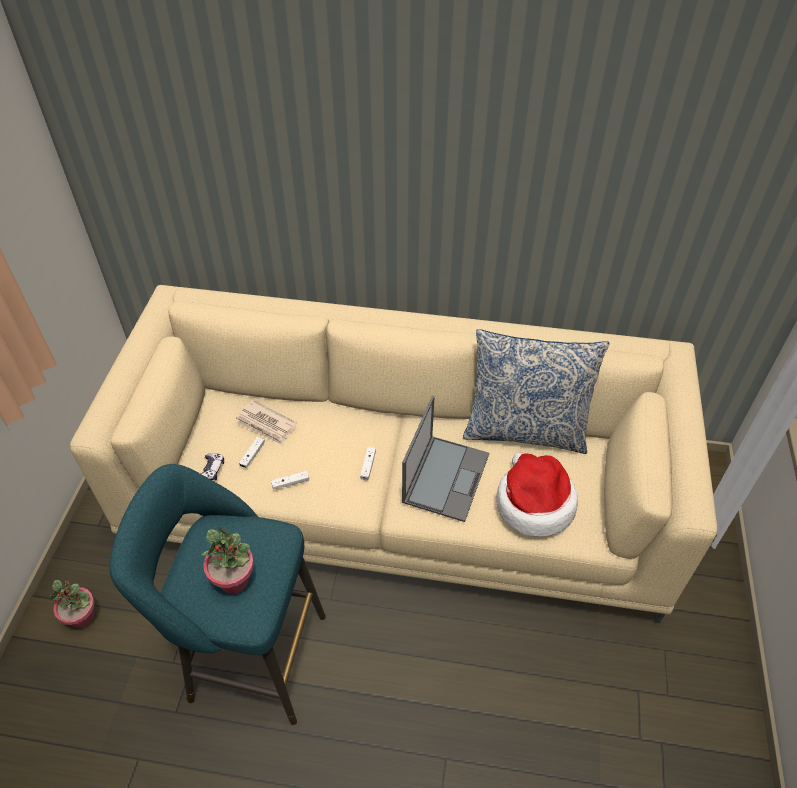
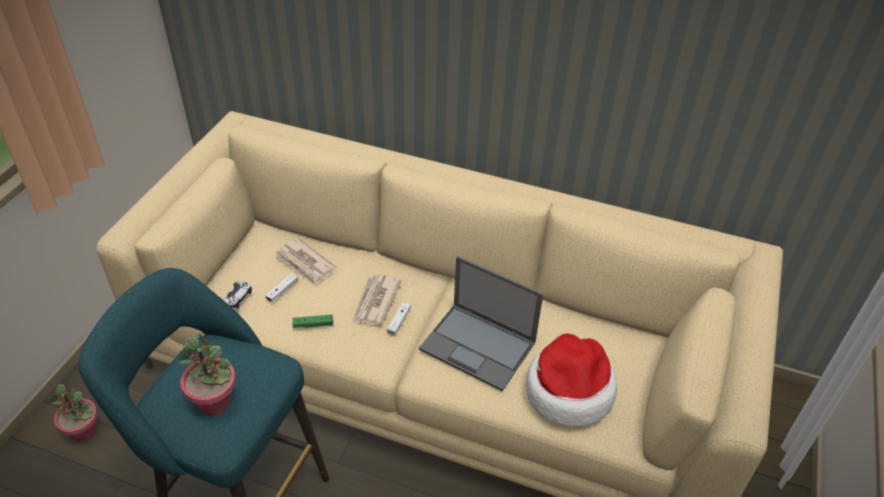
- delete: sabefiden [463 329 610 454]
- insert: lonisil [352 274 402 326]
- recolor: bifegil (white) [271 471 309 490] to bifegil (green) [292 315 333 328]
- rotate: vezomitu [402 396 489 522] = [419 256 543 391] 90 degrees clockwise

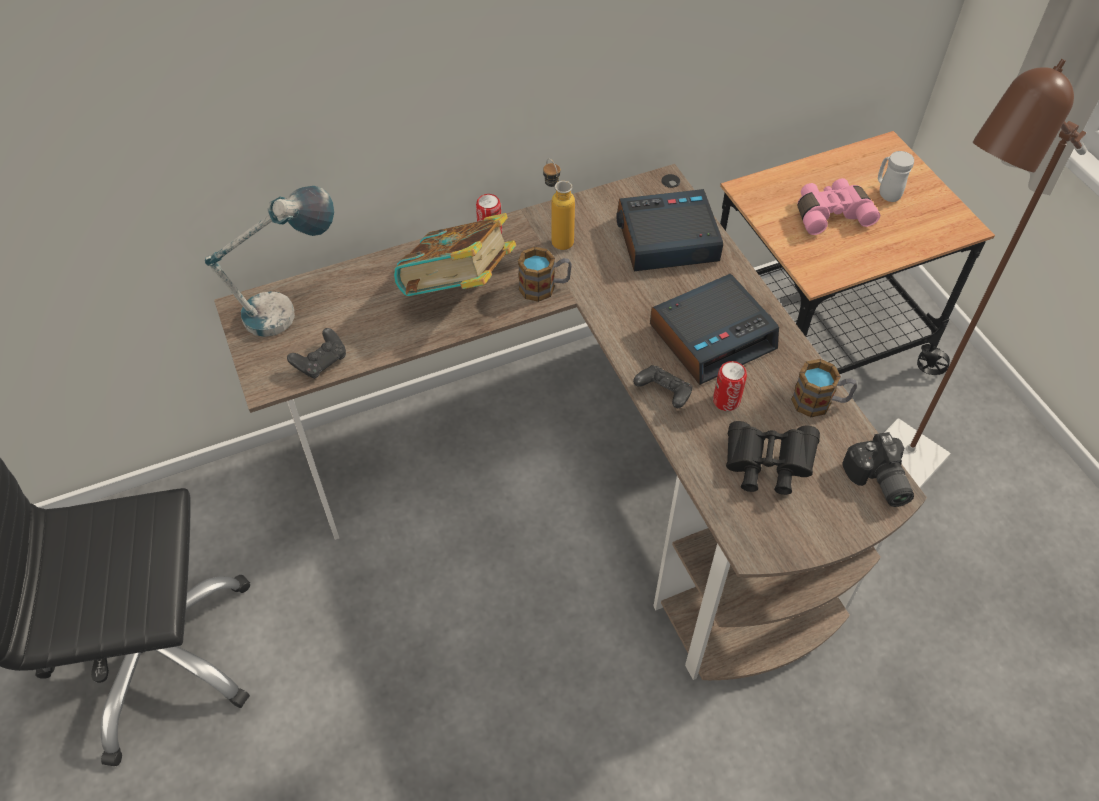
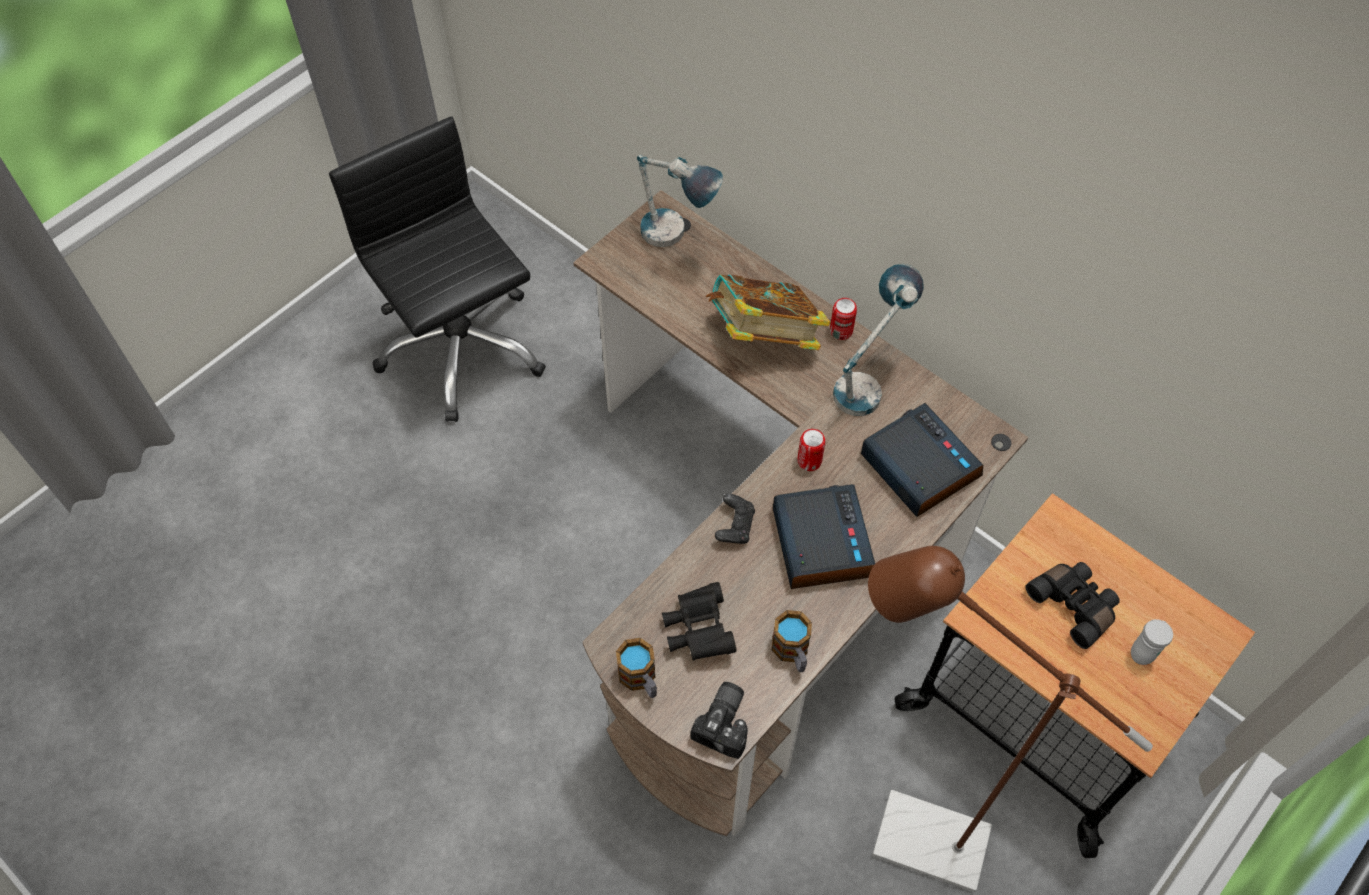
- delete: bifegil (black) [287 328 346 379]
- move: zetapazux [518 247 572 302] to [616 638 657 698]
- move: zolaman [713 361 747 411] to [797 429 826 471]
- replace: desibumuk [543 159 575 250] to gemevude [833 264 924 416]
- recolor: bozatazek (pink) [798 178 880 235] to bozatazek (black) [1025 562 1120 649]
- rotate: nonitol [650 274 779 385] = [773 484 875 589] 135 degrees counterclockwise
- rotate: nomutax [843 432 914 507] = [690 682 748 759] 150 degrees clockwise

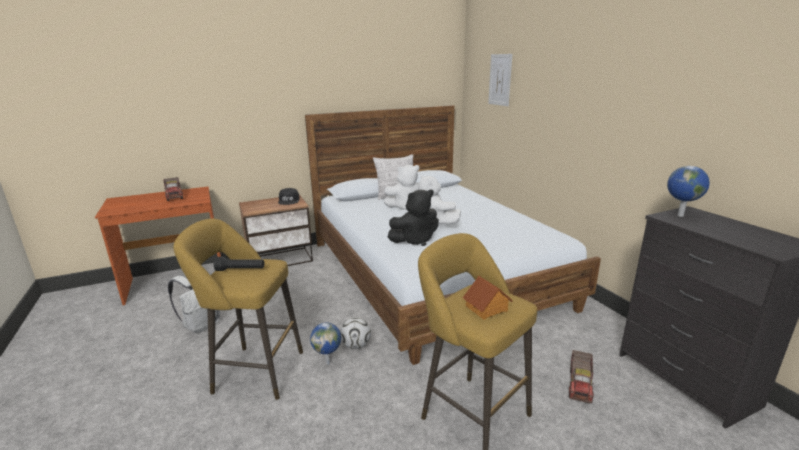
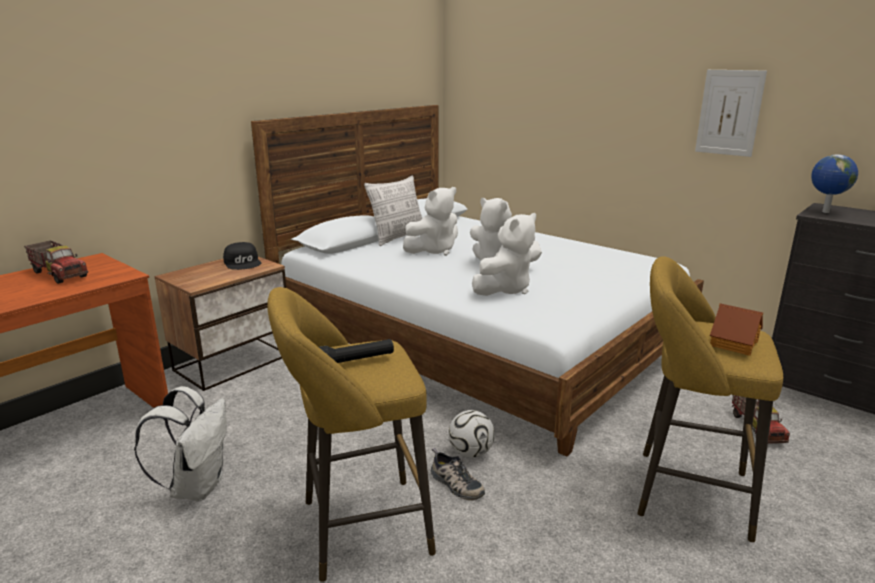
- move: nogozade [488 54 512 106] to [695 70 767 157]
- replace: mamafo [310 323 341 364] to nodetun [431 448 485 500]
- recolor: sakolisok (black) [388 190 439 246] to sakolisok (white) [472 213 536 296]

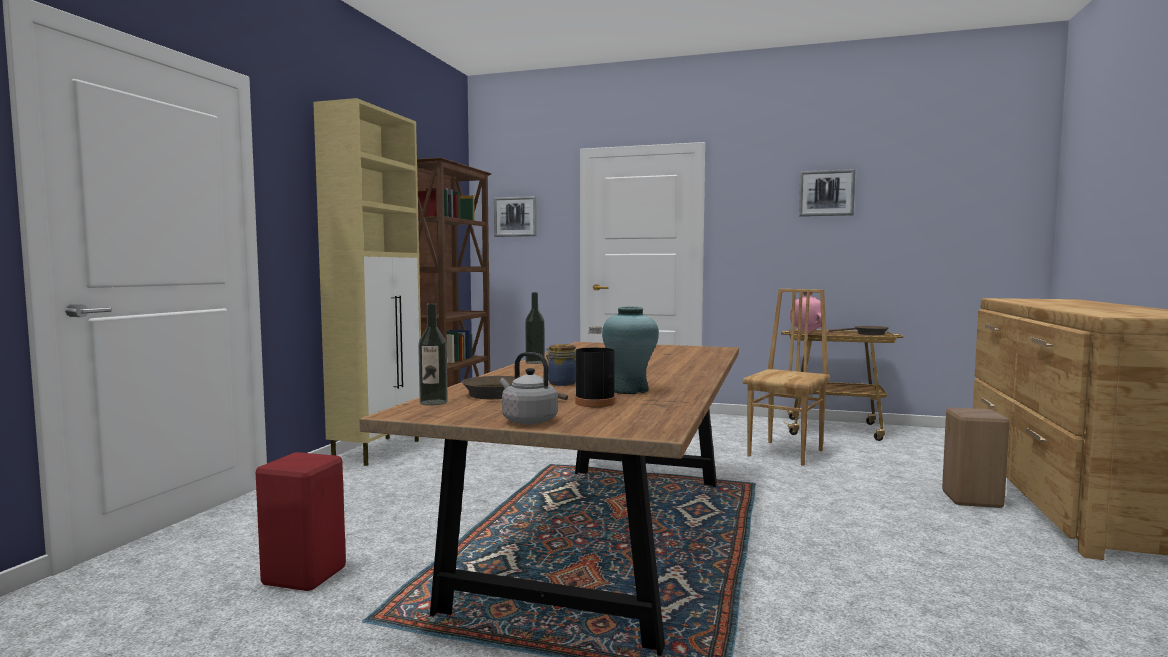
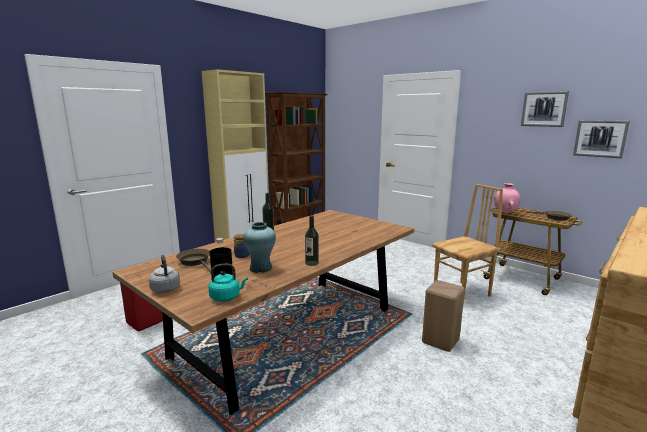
- insert: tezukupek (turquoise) [208 263 248 302]
- move: desibumuk [418 303 448 405] to [305 215 319 266]
- move: nogozade [494 196 537 237] to [573 120 630 158]
- move: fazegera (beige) [942 408 1009 508] to [422 280 465 352]

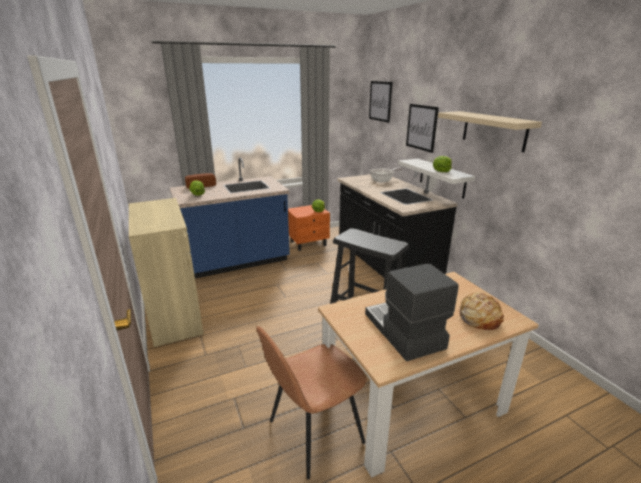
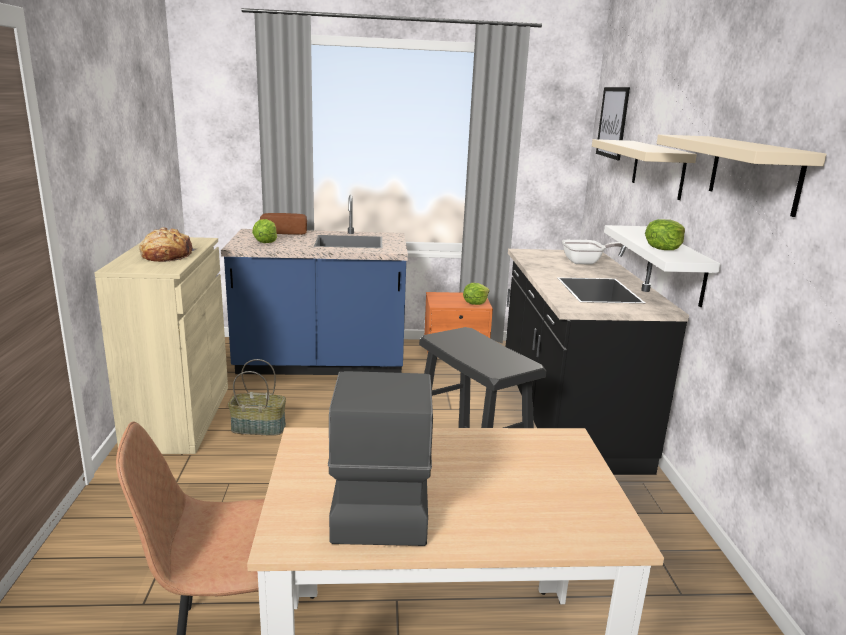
- insert: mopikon [228 359 286 436]
- move: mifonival [459 292 504 330] to [139 227 197 262]
- replace: nogozade [406 104 439 153] to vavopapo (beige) [592 139 697 200]

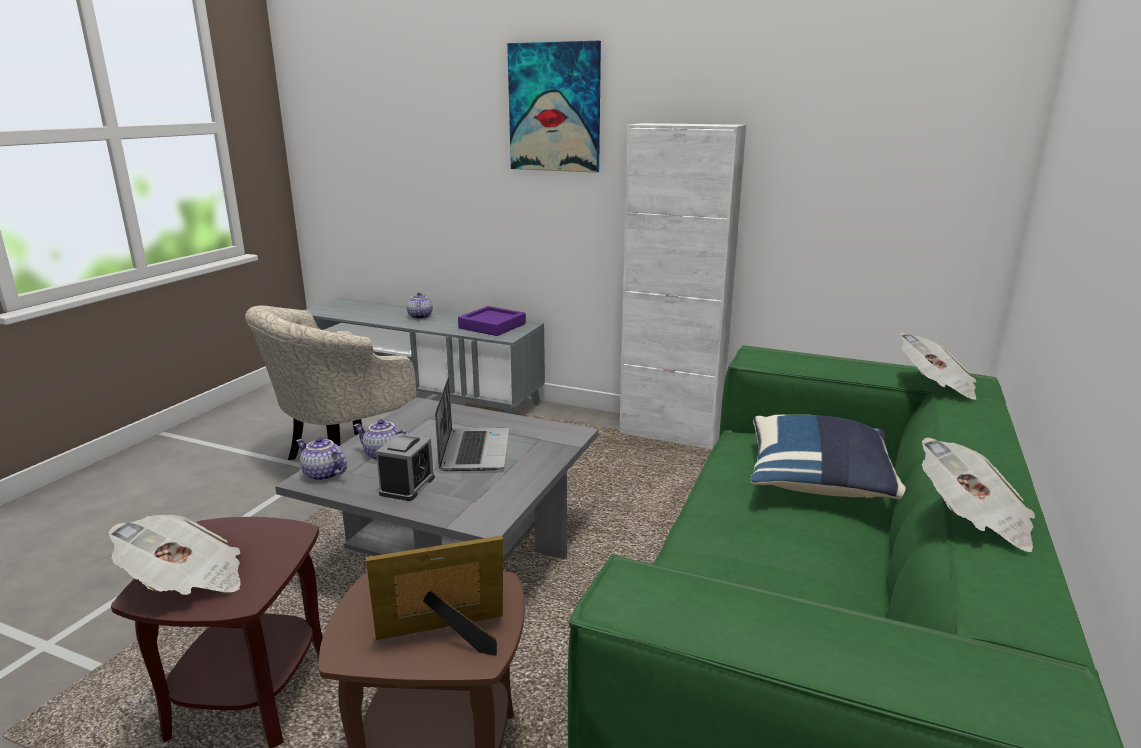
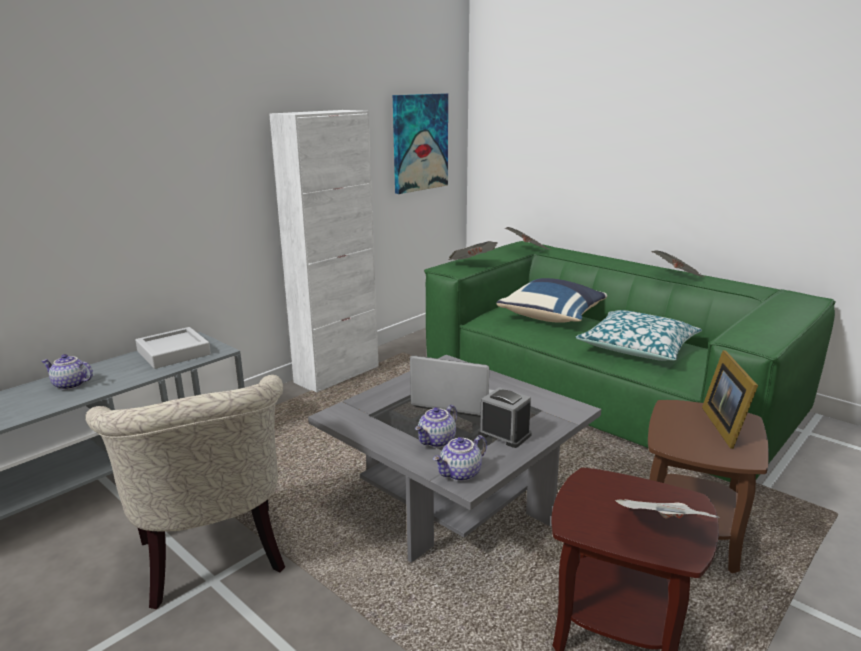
- insert: lonisil [448 241 497 260]
- insert: sabefiden [576 310 702 361]
- move: nogozade [507 41 601 173] to [393 94 448 194]
- recolor: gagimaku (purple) [458 306 526 336] to gagimaku (grey) [135 327 211 369]

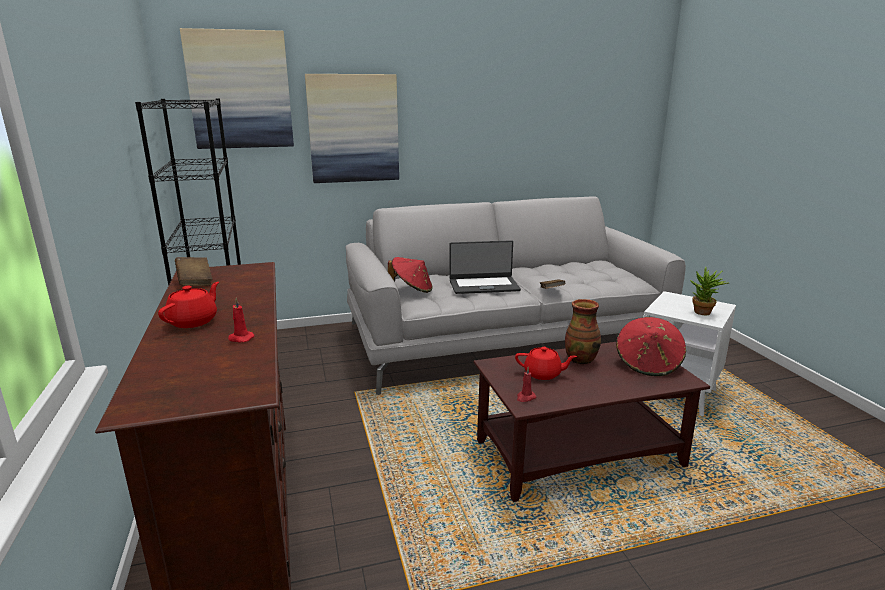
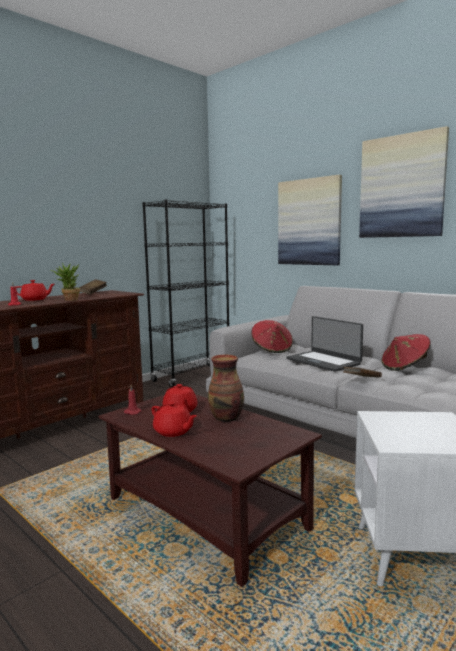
- insert: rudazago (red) [151 402 197 437]
- move: nogozade [180 28 294 149] to [359 126 449 238]
- move: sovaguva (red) [616 317 686 376] to [381 334 431 371]
- move: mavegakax [690 267 728 315] to [51 263 80 301]

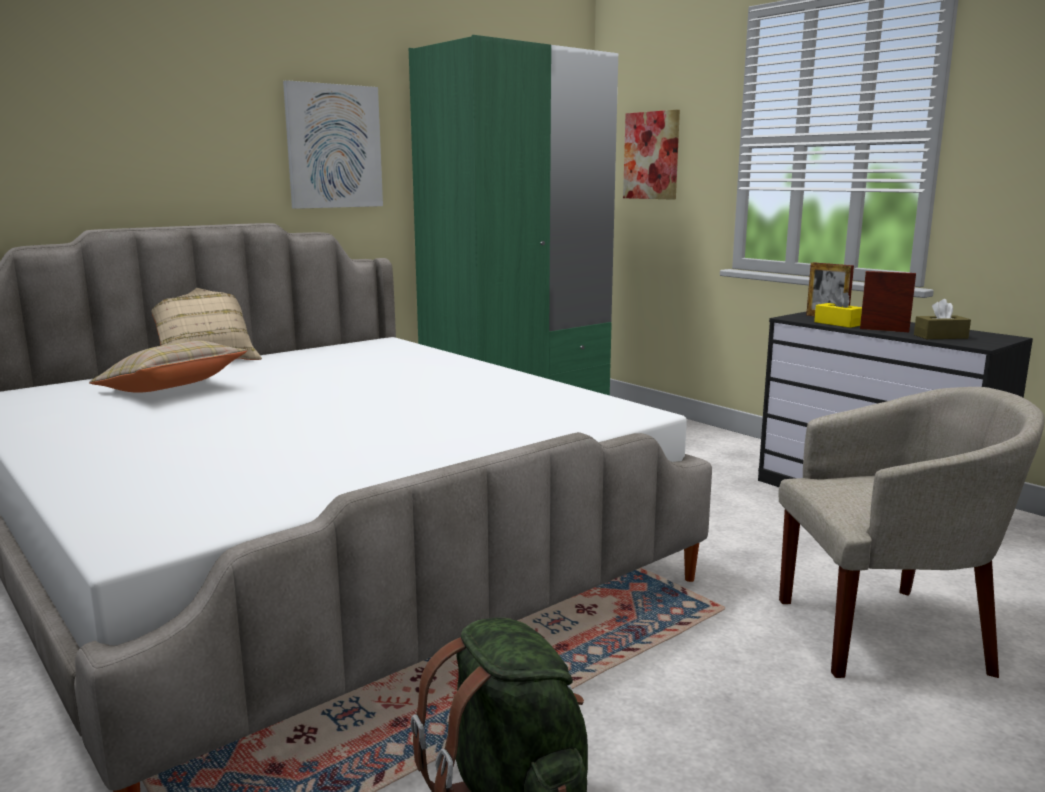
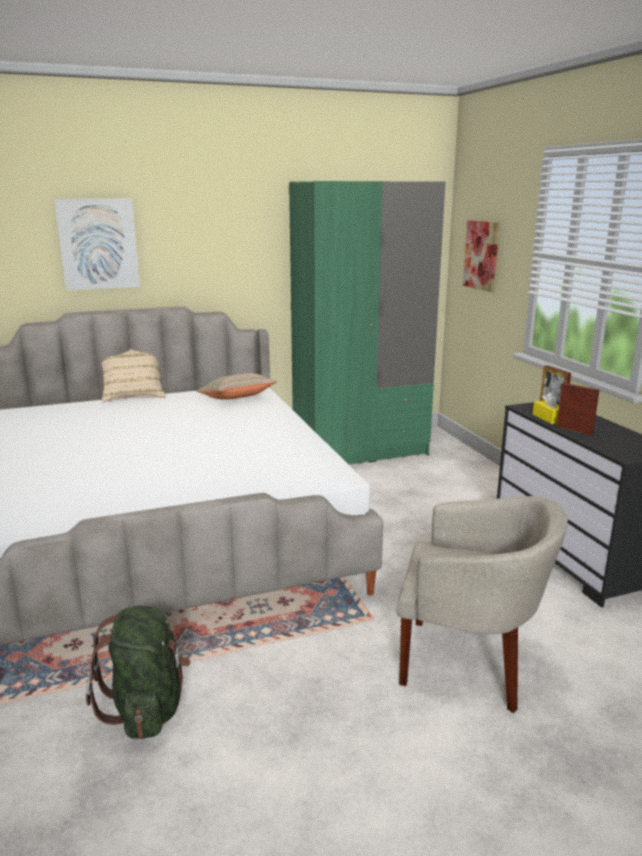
- delete: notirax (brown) [914 299 971 339]
- move: sabefiden (beige) [89 341 247 393] to [197 373 278 400]
- move: nogozade [283 80 383 209] to [54 199 140 290]

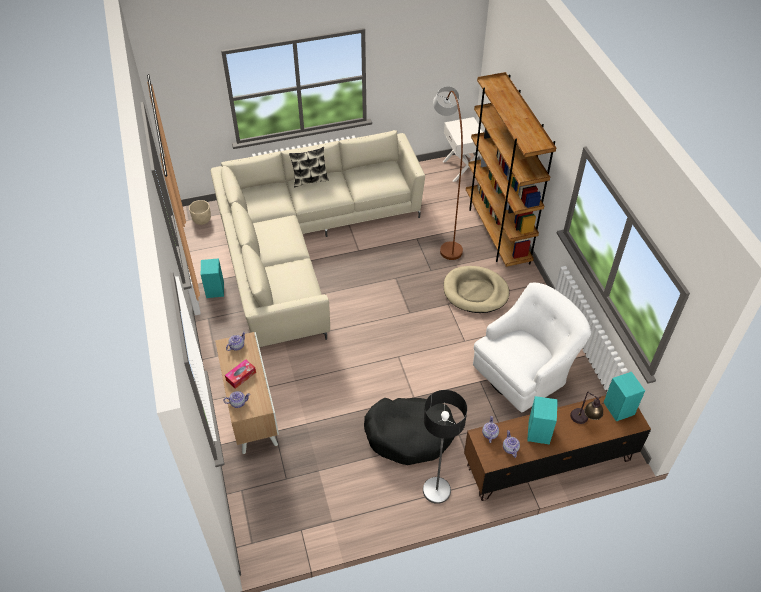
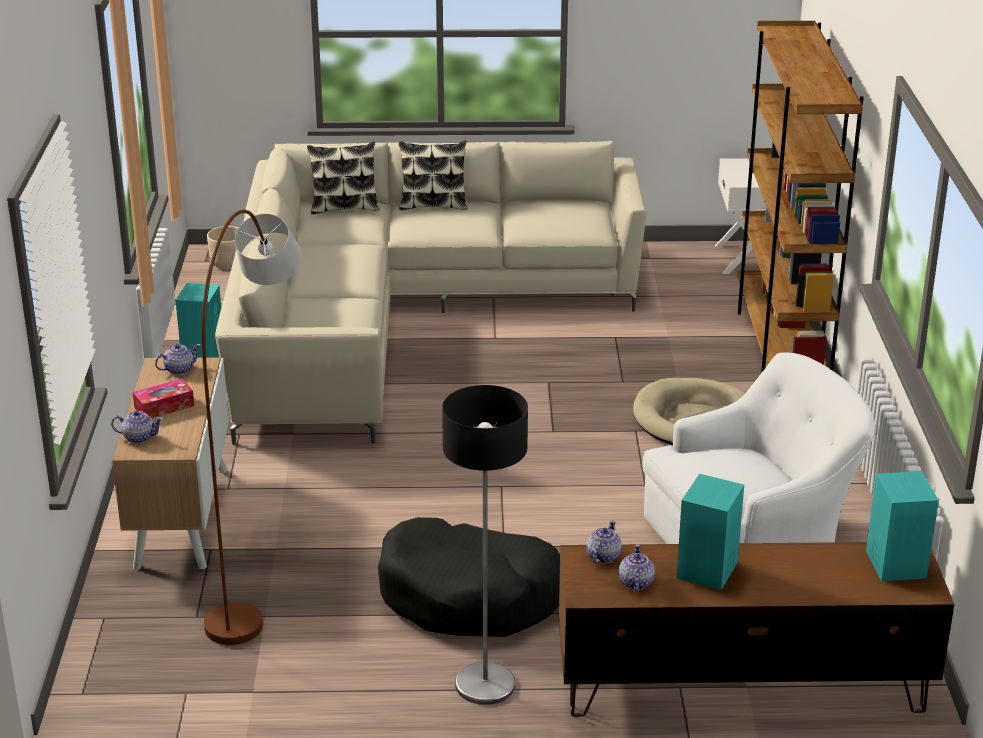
- delete: gemevude [570 392 603 424]
- insert: sabefiden [307 141 380 214]
- move: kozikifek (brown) [433 86 463 260] to [202 210 302 645]

